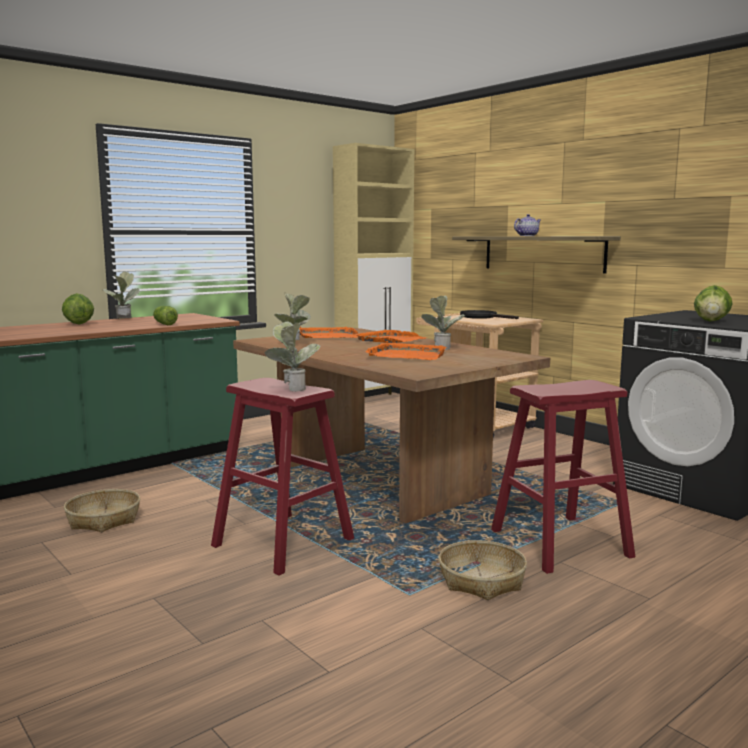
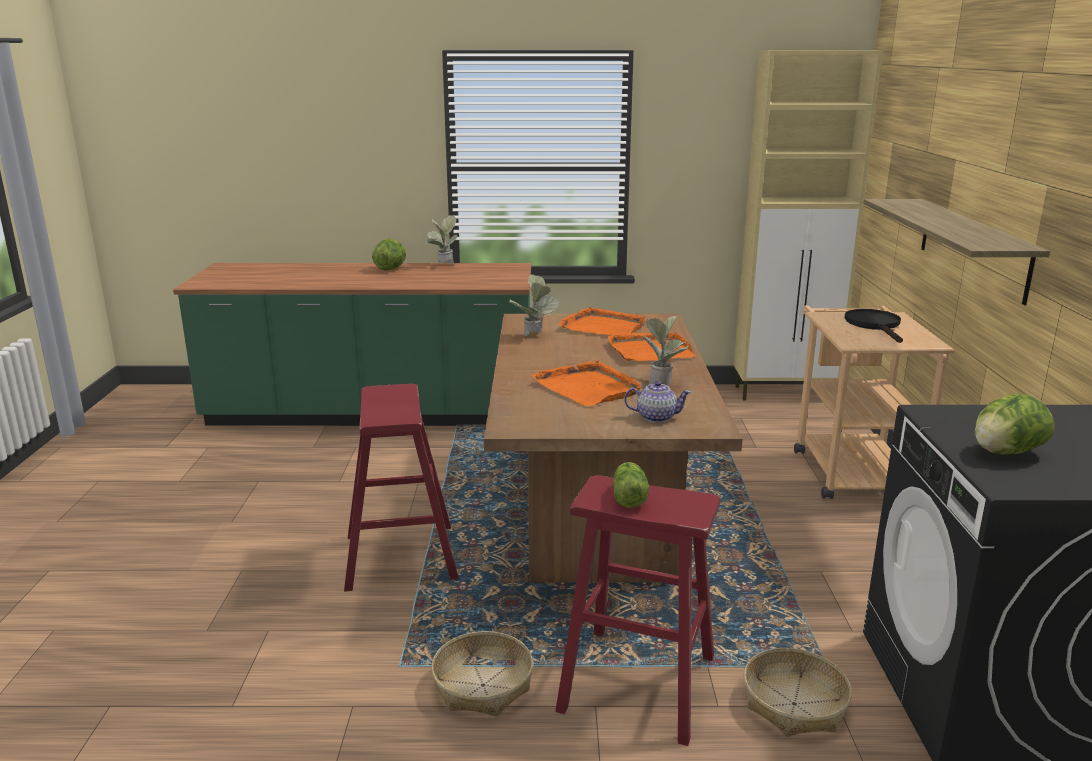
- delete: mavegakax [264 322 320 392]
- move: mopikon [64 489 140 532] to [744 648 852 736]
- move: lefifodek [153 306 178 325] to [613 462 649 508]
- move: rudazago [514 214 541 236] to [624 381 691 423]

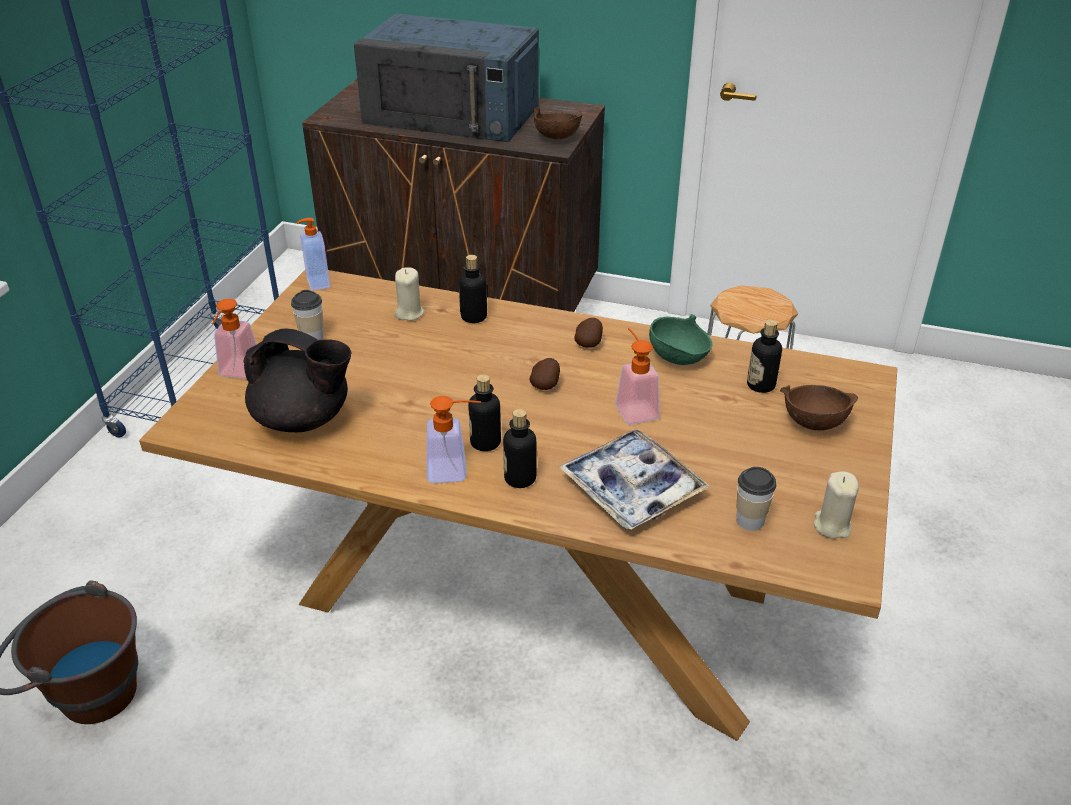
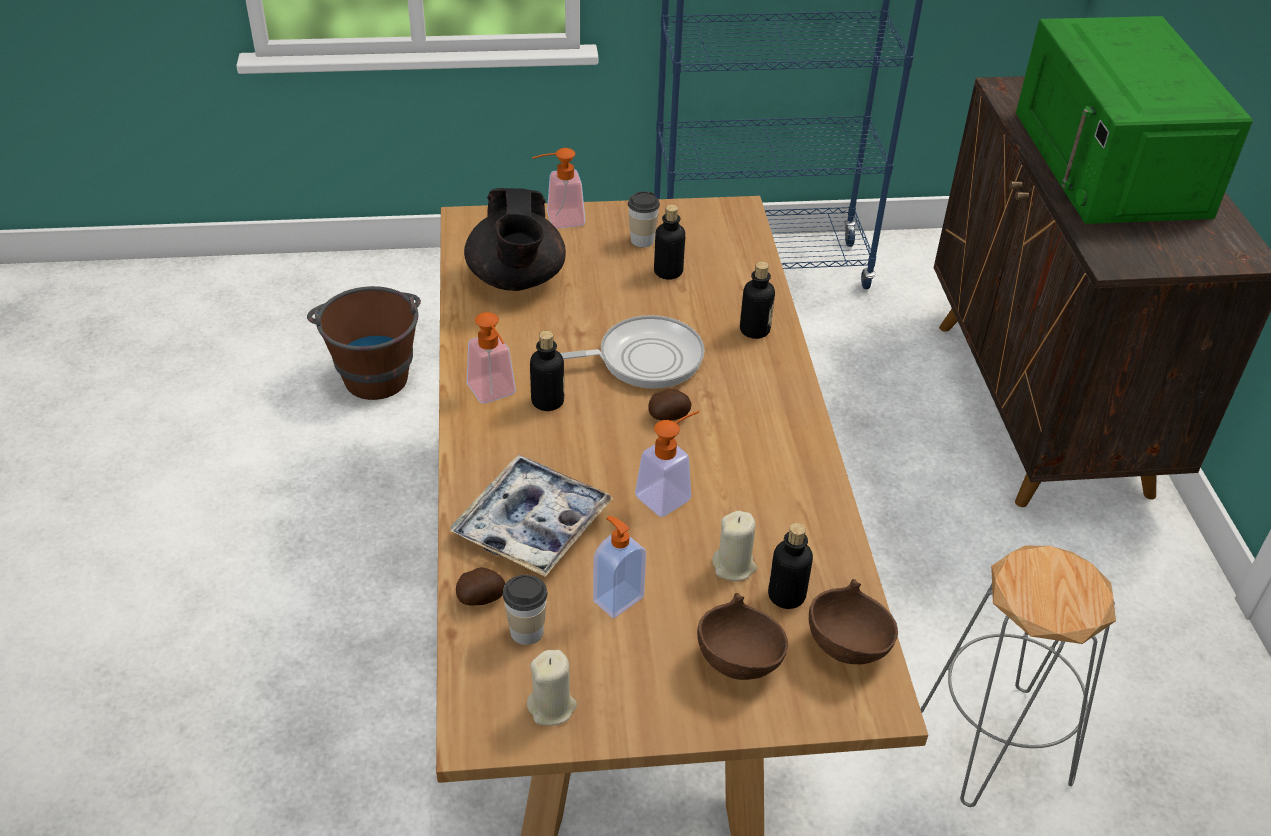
- delete: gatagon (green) [649 314 713 365]
- insert: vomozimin [560 315 705 389]
- move: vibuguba [297 218 330 291] to [593 516 646 618]
- move: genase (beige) [394 267 424 321] to [712 511 757 581]
- move: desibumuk [503 409 537 488] to [654 205 685 280]
- move: gatagon (brown) [533 107 583 140] to [809 579 898 664]
- move: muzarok [574 318 603 348] to [456 567 505 606]
- recolor: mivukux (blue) [354 13 539 142] to mivukux (green) [1016 16 1253 224]

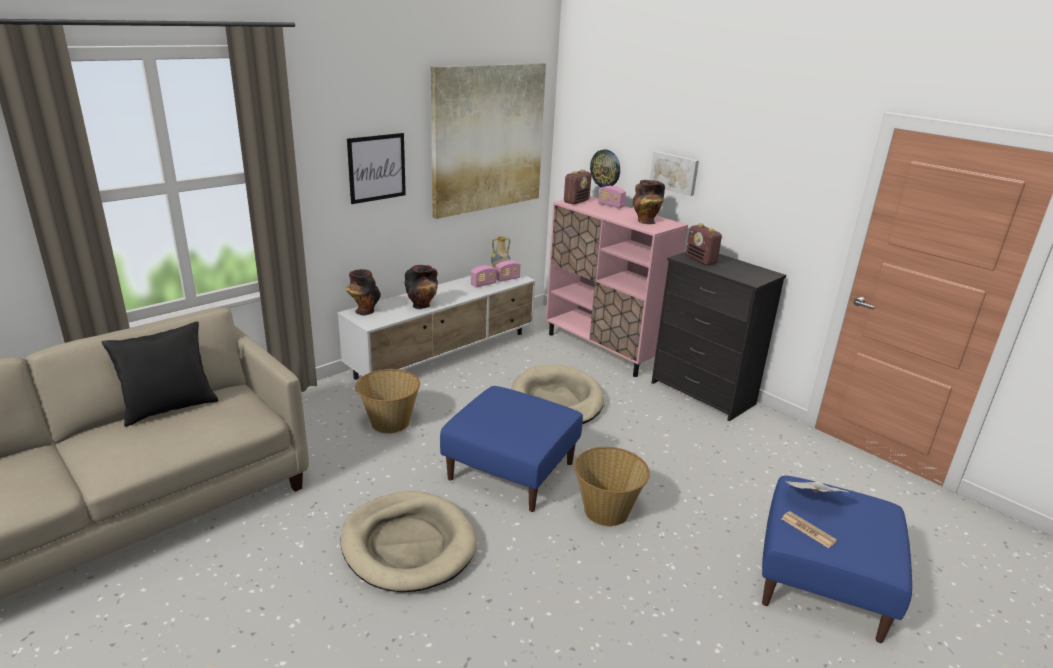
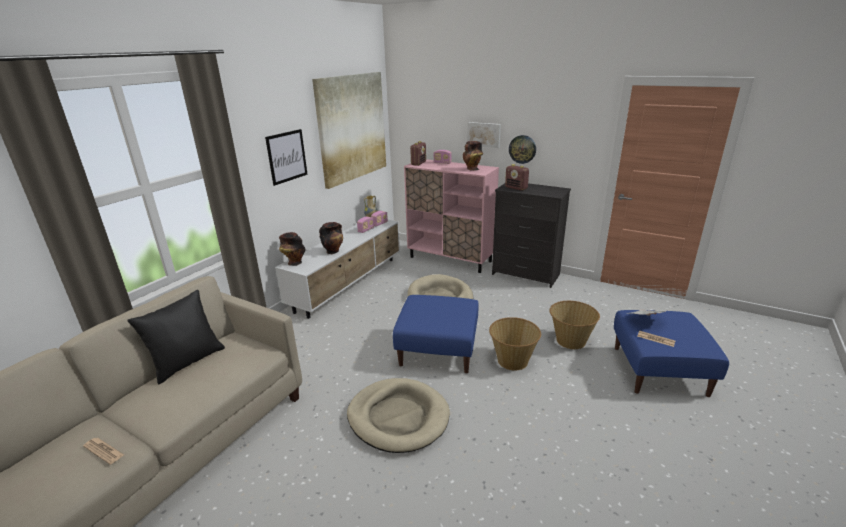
- insert: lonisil [83 438 124 464]
- move: mopikon [355 369 420 433] to [549 301 600 349]
- move: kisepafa [590 150 620 187] to [509 135 536 164]

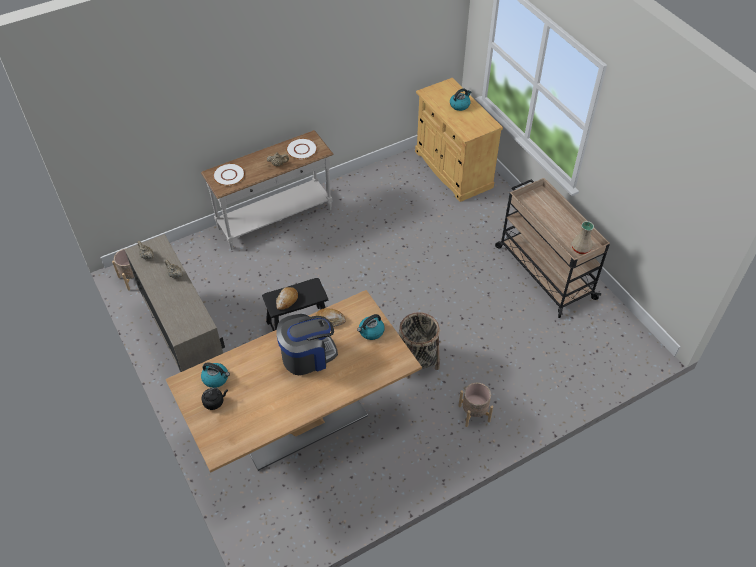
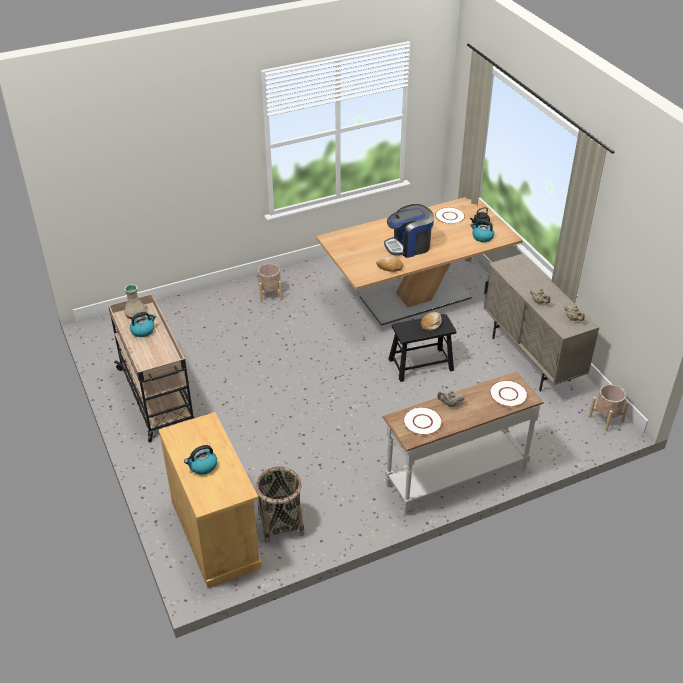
- insert: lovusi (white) [435 207 465 224]
- move: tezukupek [357 314 385 340] to [130 312 156 337]
- move: mopikon [399 312 440 378] to [256 466 305 543]

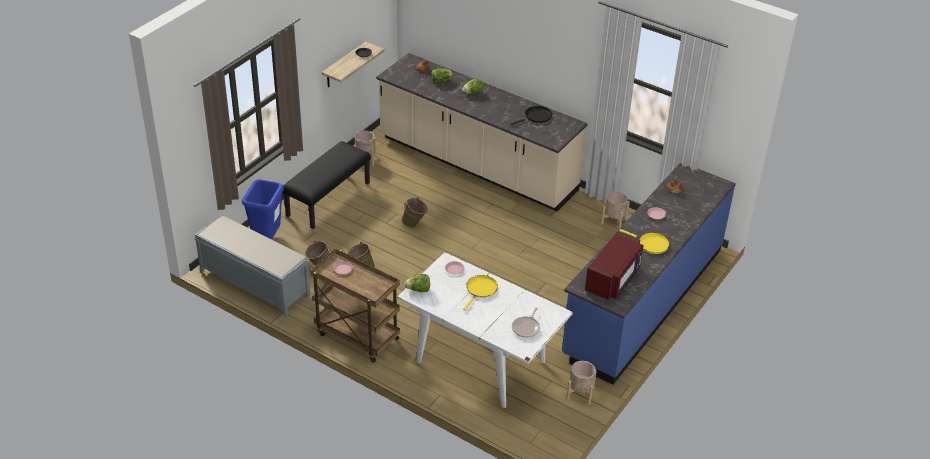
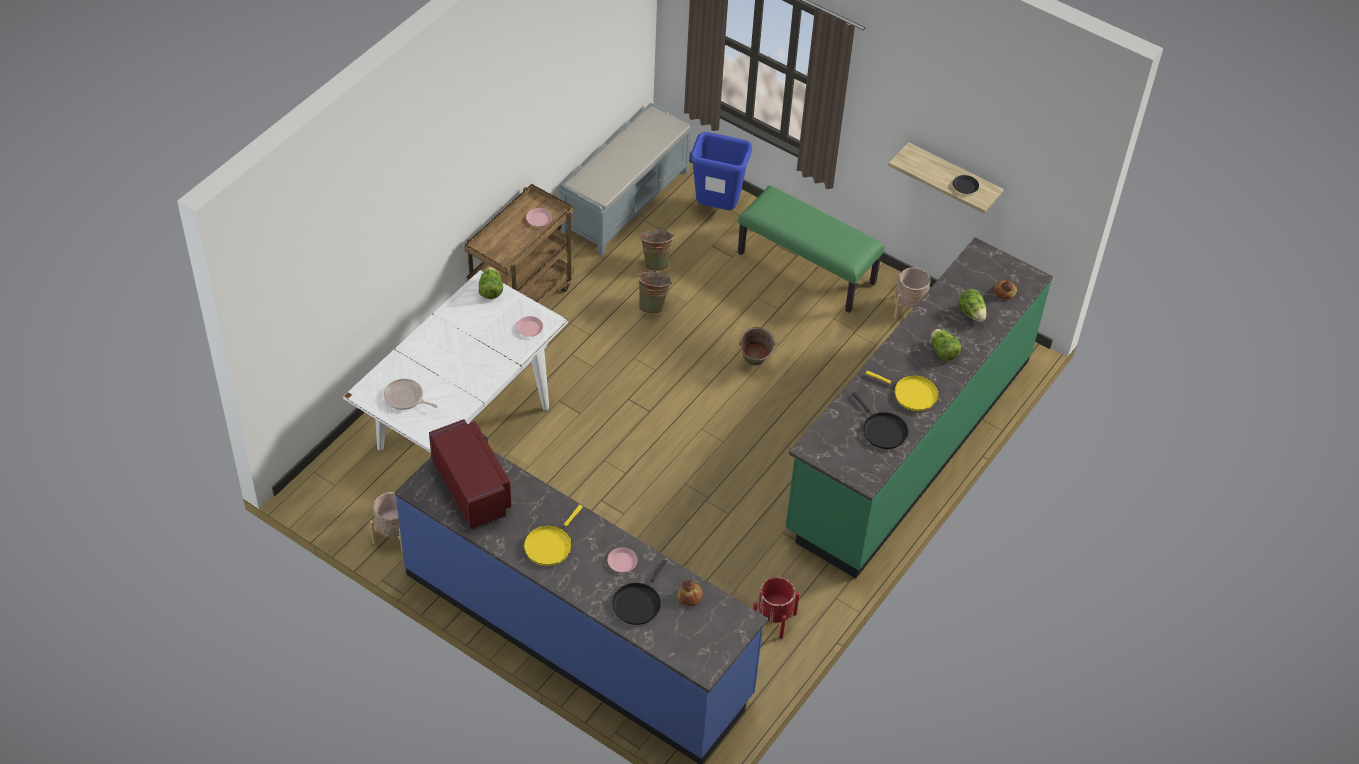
- insert: vomozimin (black) [612 559 667 625]
- move: vomozimin (yellow) [463 275 498 311] to [866 371 939 411]
- recolor: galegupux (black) [282 141 371 229] to galegupux (green) [738 186 884 313]
- recolor: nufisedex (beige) [376 53 588 211] to nufisedex (green) [785 237 1053 578]
- recolor: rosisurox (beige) [601 192 630 230] to rosisurox (red) [753 577 800 639]
- rotate: mivukux (red) [585 232 644 301] = [429 419 511 530] 150 degrees counterclockwise

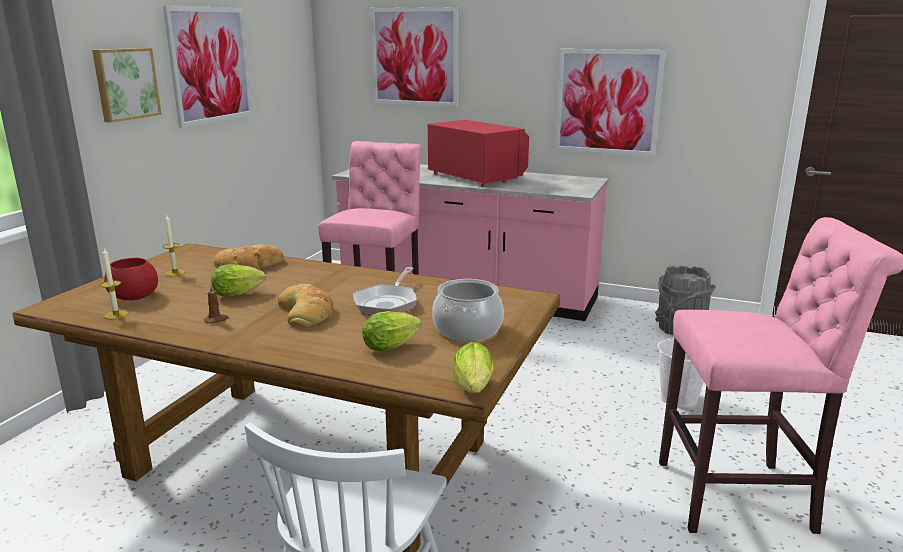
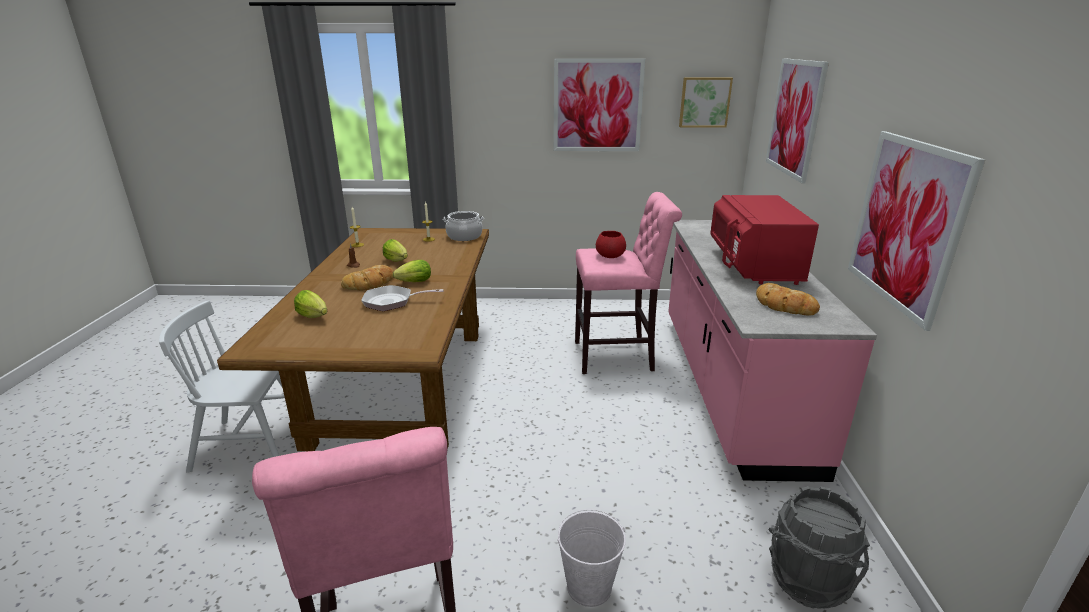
- move: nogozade [92 48 162 123] to [679 77 733 128]
- move: gatagon (red) [104 258 158 300] to [596 231 626 258]
- move: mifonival [214 244 284 269] to [756 283 820 316]
- move: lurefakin [432 279 504 341] to [443 211 484 241]
- move: lefifodek [453 342 494 393] to [393 260 431 282]
- rotate: mivukux (red) [428 120 529 187] = [710 195 819 285] 150 degrees clockwise

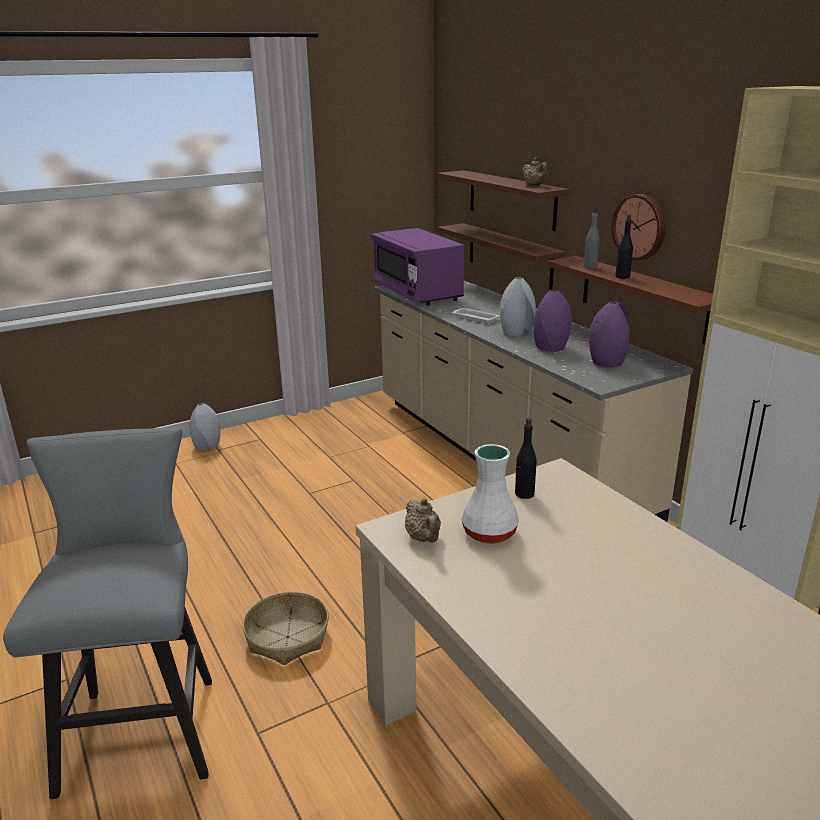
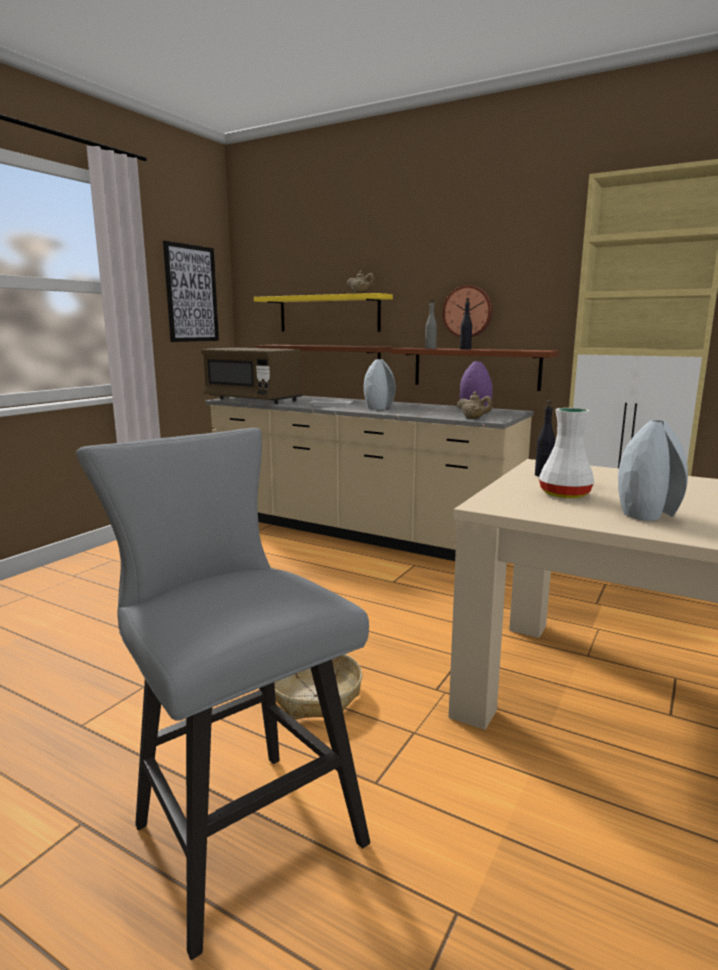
- delete: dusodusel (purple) [533 290 572 352]
- insert: nogozade [163 241 219 342]
- move: dusodusel (grey) [189 403 221 451] to [618 420 688 521]
- move: rudazago (beige) [405 498 441 543] to [457 391 492 419]
- recolor: mivukux (purple) [371 228 464 306] to mivukux (brown) [201 348 302 404]
- recolor: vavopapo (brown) [437 170 569 231] to vavopapo (yellow) [254 293 393 332]

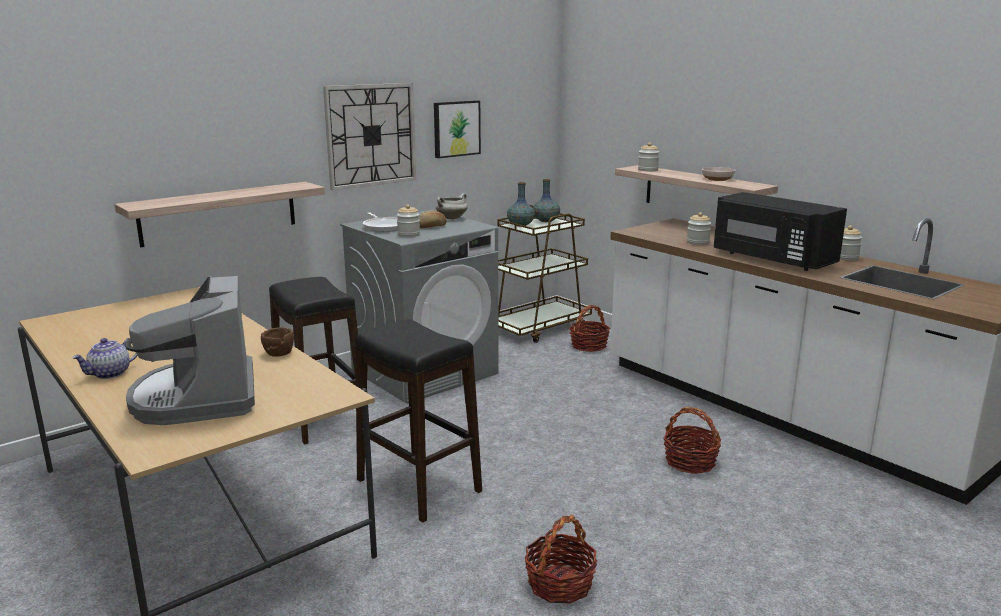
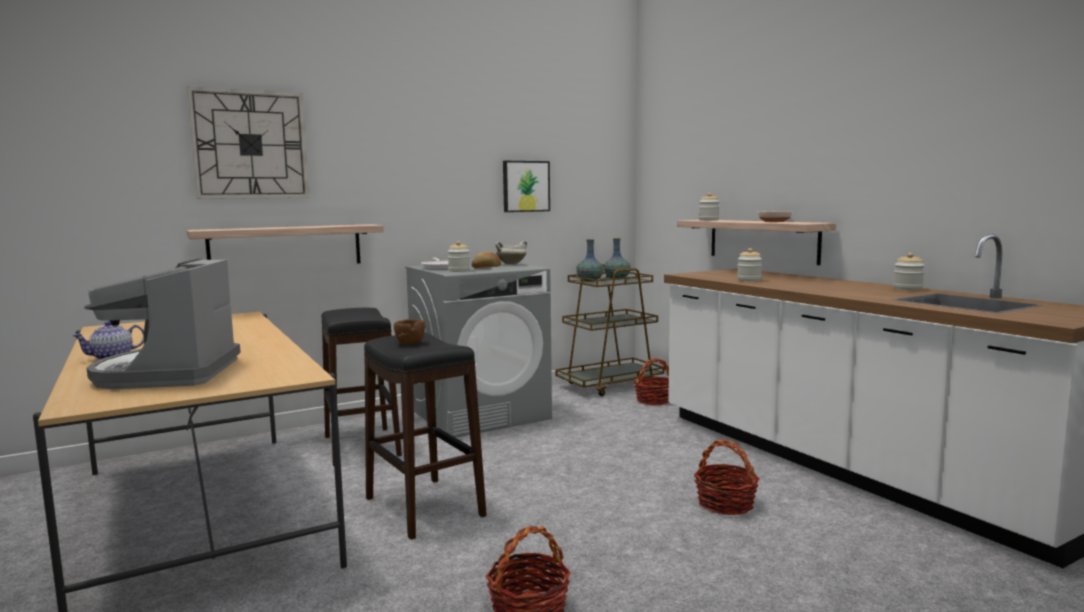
- delete: mivukux (black) [714 192 847 271]
- move: gatagon (brown) [261 327 294 357] to [394 319 425 344]
- move: kisepafa [323 83 416 191] to [187 86 309 199]

